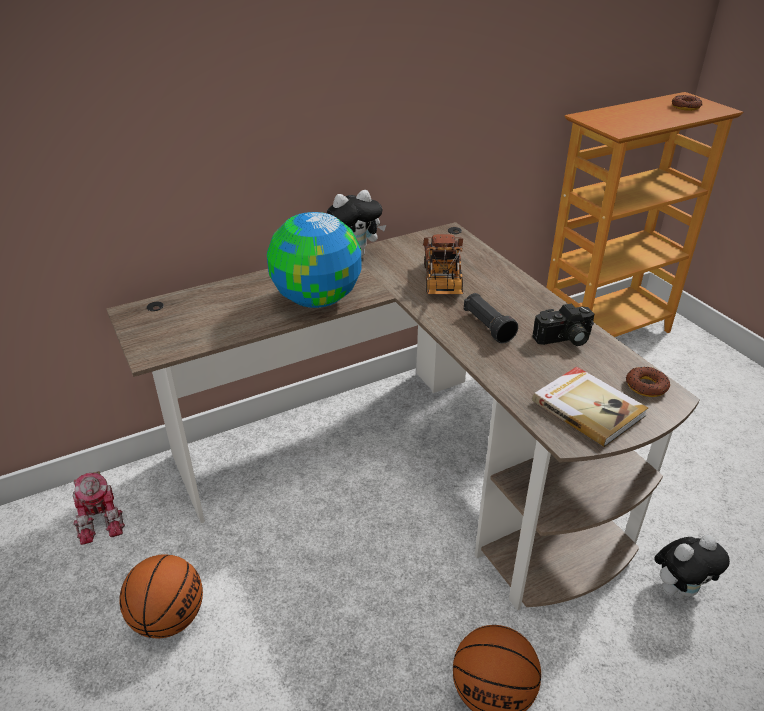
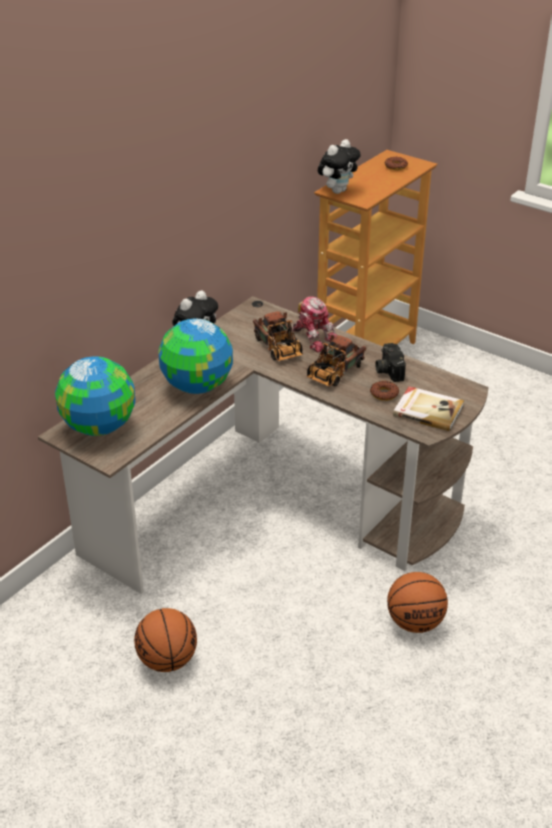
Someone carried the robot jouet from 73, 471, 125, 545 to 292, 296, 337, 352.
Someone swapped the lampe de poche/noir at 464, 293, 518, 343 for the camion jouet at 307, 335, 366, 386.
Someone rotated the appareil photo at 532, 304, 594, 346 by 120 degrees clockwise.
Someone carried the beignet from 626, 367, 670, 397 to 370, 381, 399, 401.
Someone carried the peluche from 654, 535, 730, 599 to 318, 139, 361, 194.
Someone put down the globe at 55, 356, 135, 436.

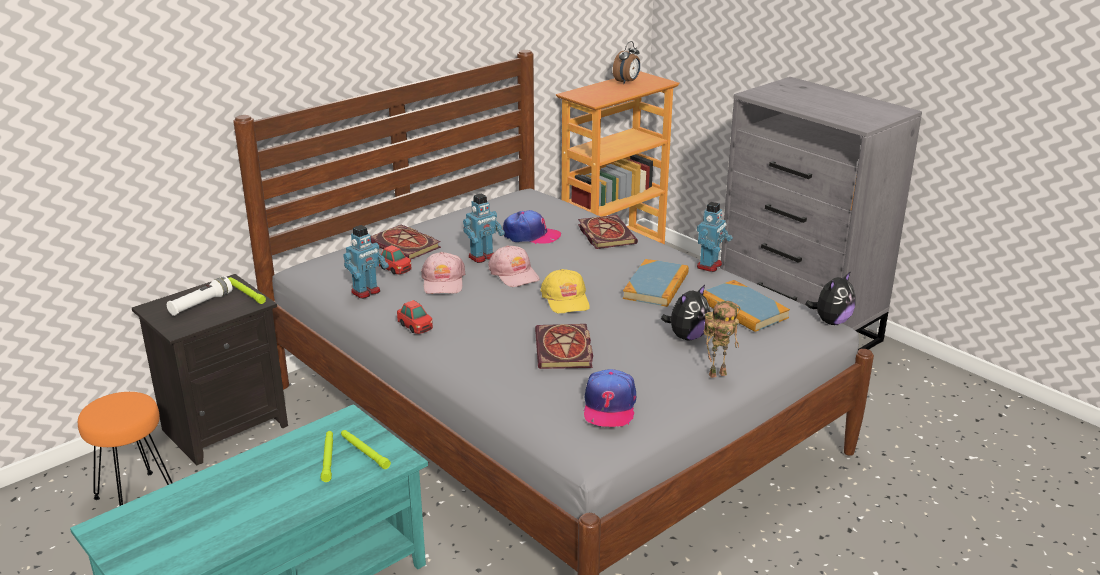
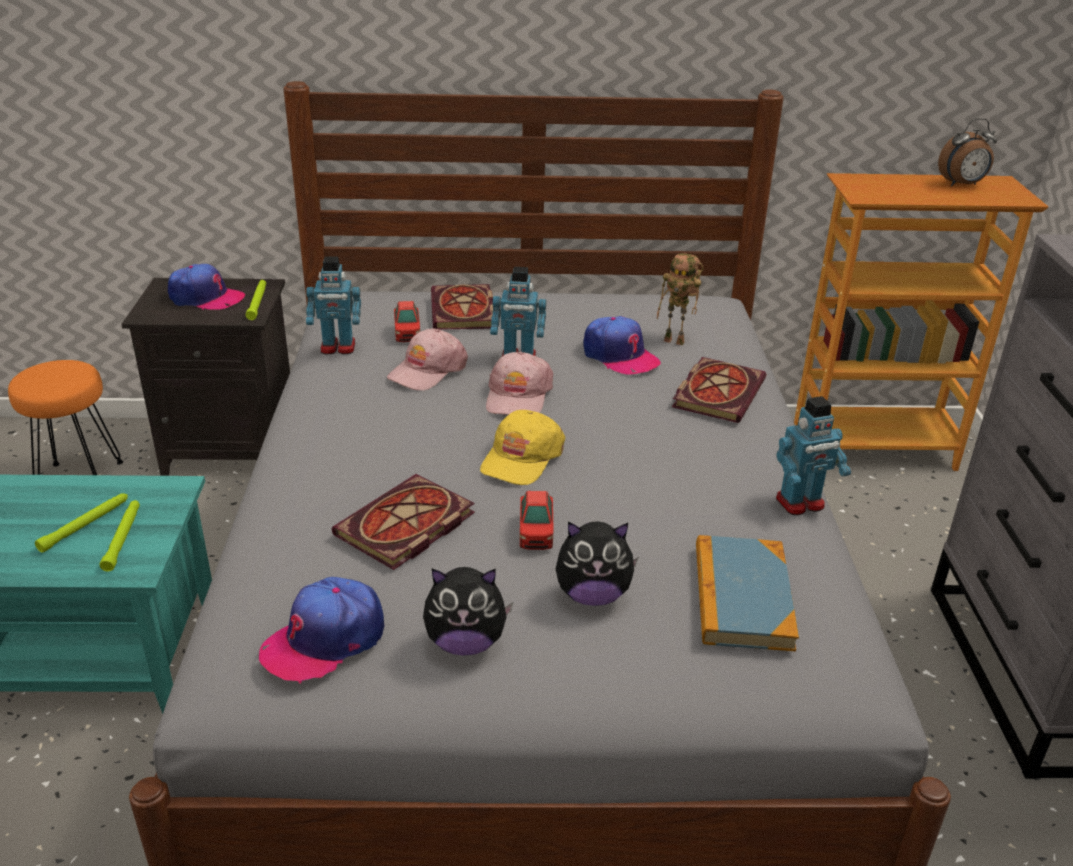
Someone swapped the lampe de poche/blanc at 167, 276, 232, 316 for the casquette at 168, 264, 245, 310.
Someone carried the petite voiture from 397, 300, 433, 334 to 520, 491, 553, 550.
Someone took away the livre at 623, 259, 689, 307.
Someone carried the robot jouet from 704, 301, 741, 378 to 657, 253, 704, 345.
Someone carried the peluche from 805, 271, 855, 325 to 423, 567, 513, 656.

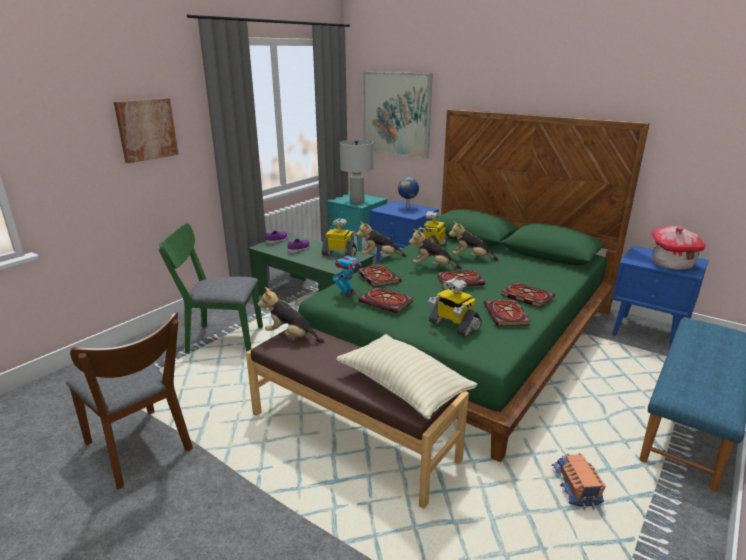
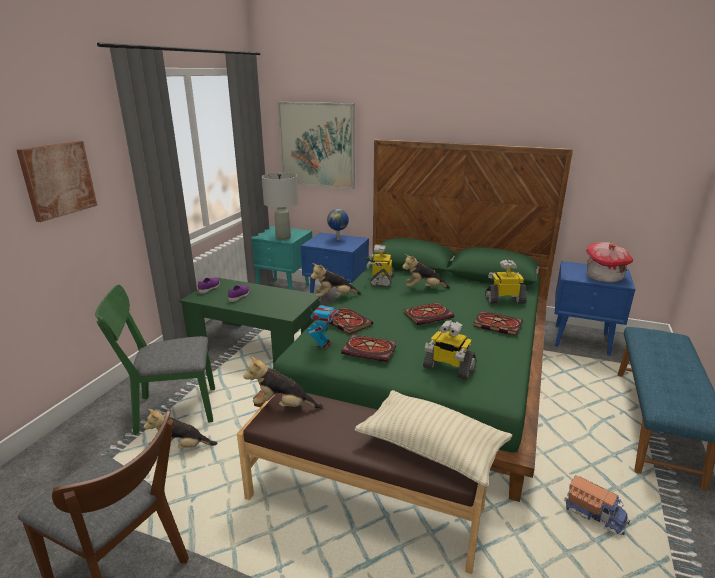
Someone carried the robot jouet from 322, 218, 357, 257 to 485, 260, 527, 304.
Someone carried the peluche from 409, 228, 461, 269 to 144, 409, 218, 448.
Someone took away the livre at 484, 300, 530, 326.
Someone rotated the camion jouet at 551, 453, 606, 510 by 150 degrees clockwise.

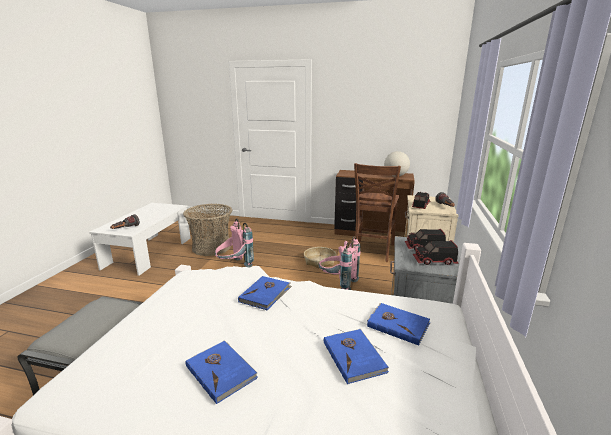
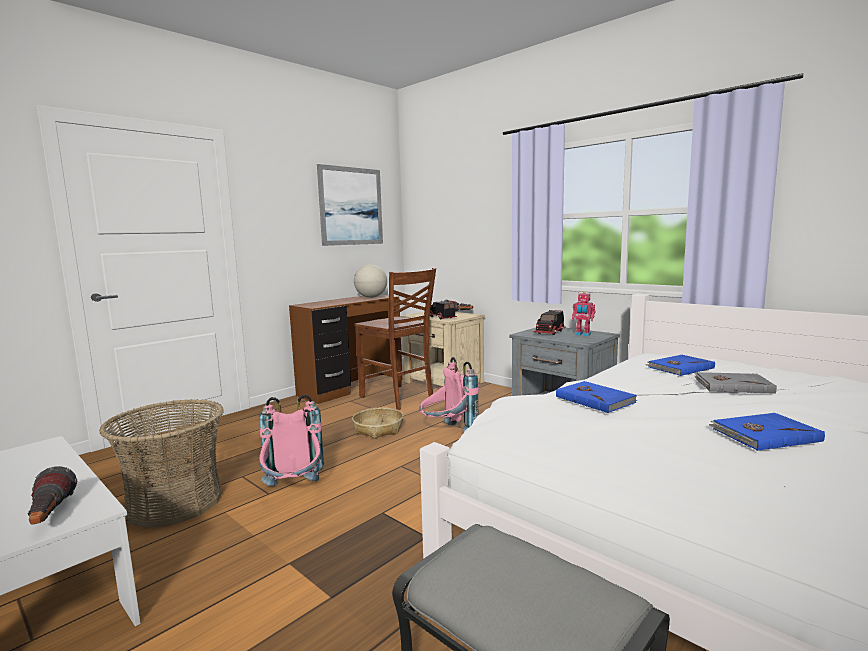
Someone repainted the livre/bleu at 324, 329, 389, 384, which became the livre/gris at 694, 372, 777, 394.
Someone swapped the camion jouet at 413, 240, 458, 265 for the robot jouet at 572, 292, 595, 336.
Someone put up the tableau at 317, 164, 383, 246.

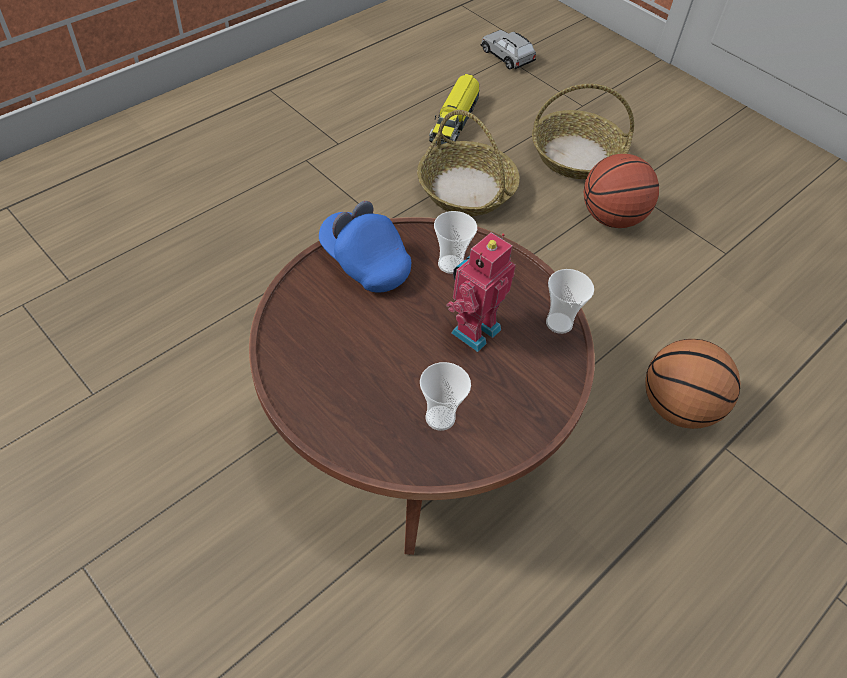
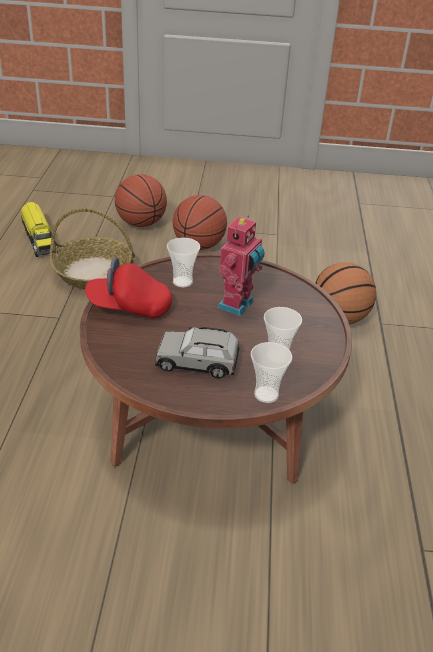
Someone repainted the casquette/bleu at 319, 201, 411, 293, which became the casquette/rouge at 85, 257, 172, 318.
Someone rotated the robot jouet at 447, 232, 516, 352 by 150 degrees counterclockwise.
Someone carried the petite voiture/gris from 481, 30, 536, 69 to 155, 327, 240, 378.
Someone swapped the panier at 532, 84, 634, 179 for the ballon de basket at 115, 174, 167, 227.
Someone carried the tasse from 546, 269, 594, 334 to 251, 342, 292, 403.

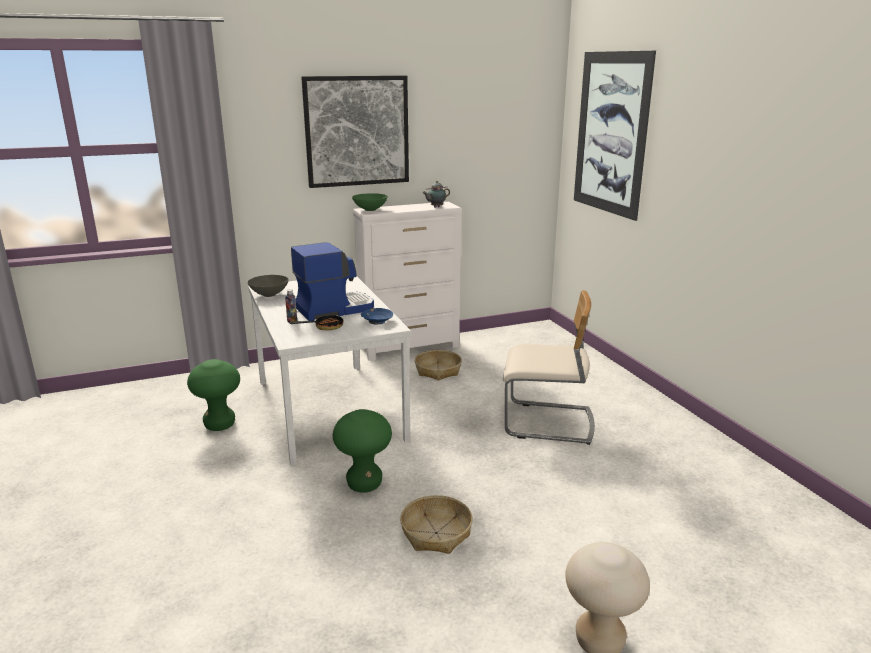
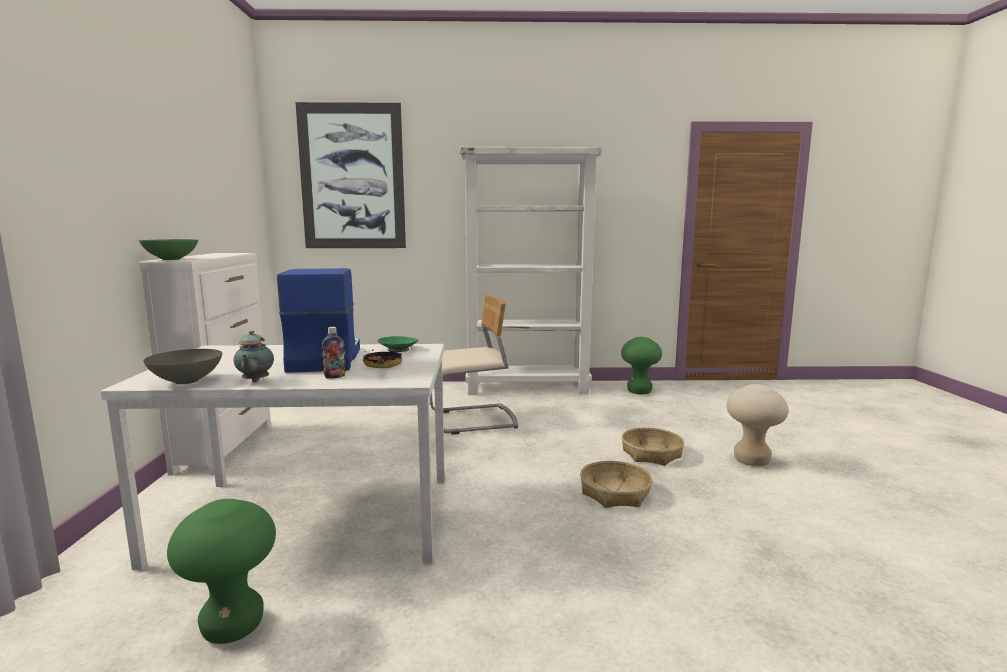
Someone took away the tableau at 301, 76, 409, 188.
Someone carried the tabouret/vert from 333, 409, 392, 493 to 621, 337, 662, 394.
Someone repainted the bol/bleu at 361, 308, 393, 324, which became the bol/vert at 378, 336, 418, 352.
Someone carried the panier from 415, 350, 462, 380 to 622, 428, 684, 466.
Someone carried the théière from 423, 181, 450, 208 to 234, 330, 274, 382.
Someone rotated the chaise/beige at 503, 291, 595, 445 by 45 degrees clockwise.
Someone put down the bibliothèque/blanc at 460, 147, 602, 395.

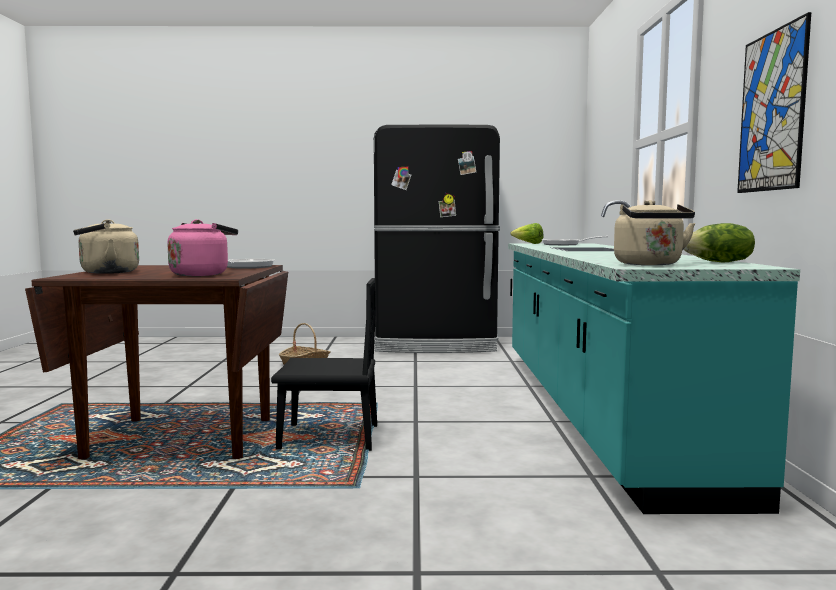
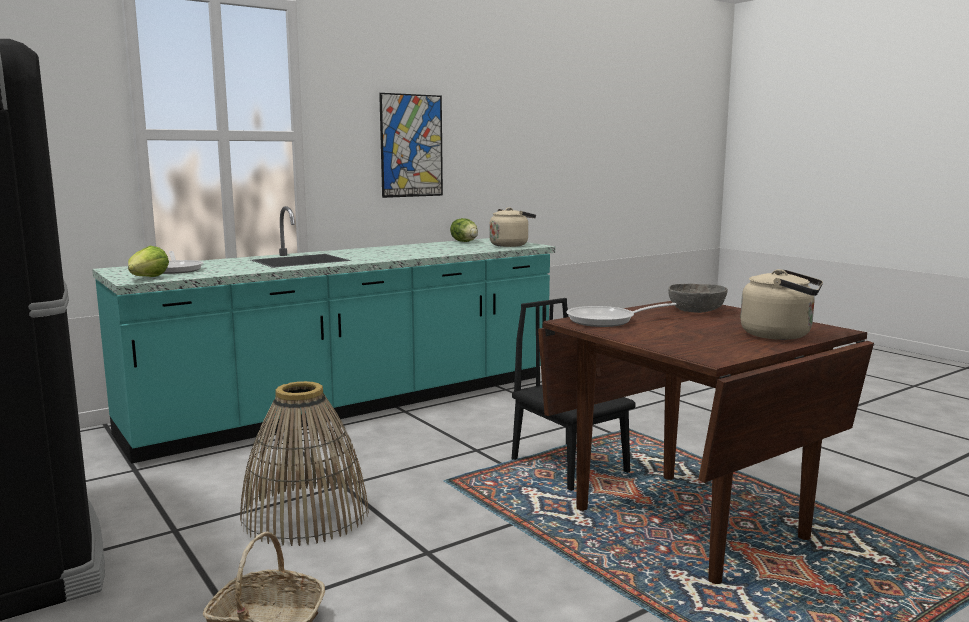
Someone swapped the bouilloire/rose at 167, 219, 238, 276 for the bol/gris at 668, 284, 728, 313.
Someone put down the panier at 240, 381, 369, 546.

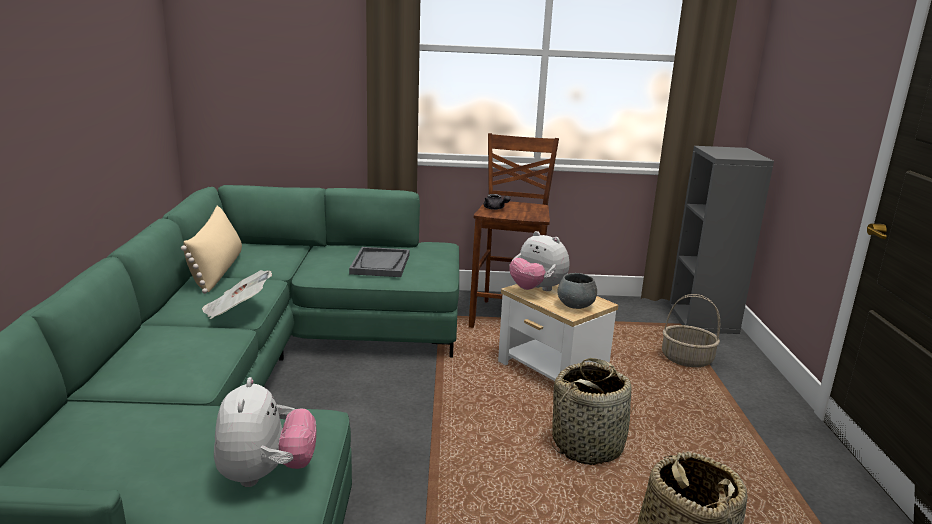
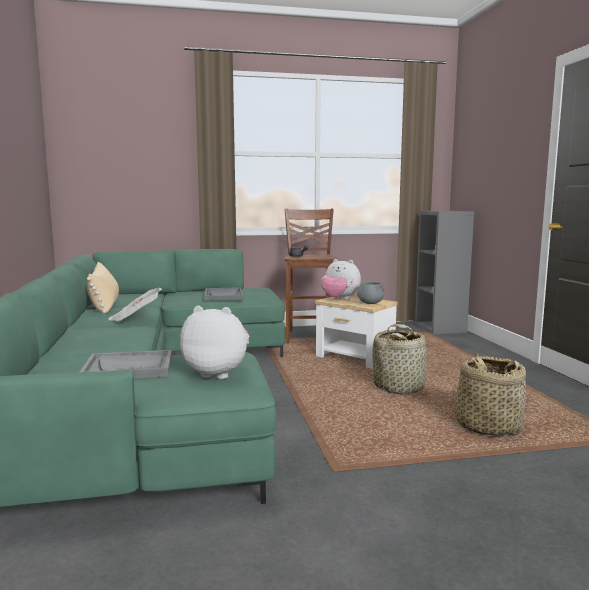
Someone rotated the peluche at 214, 377, 316, 487 by 60 degrees counterclockwise.
Someone took away the panier at 662, 294, 720, 367.
Someone put down the plateau/gris at 80, 350, 172, 378.

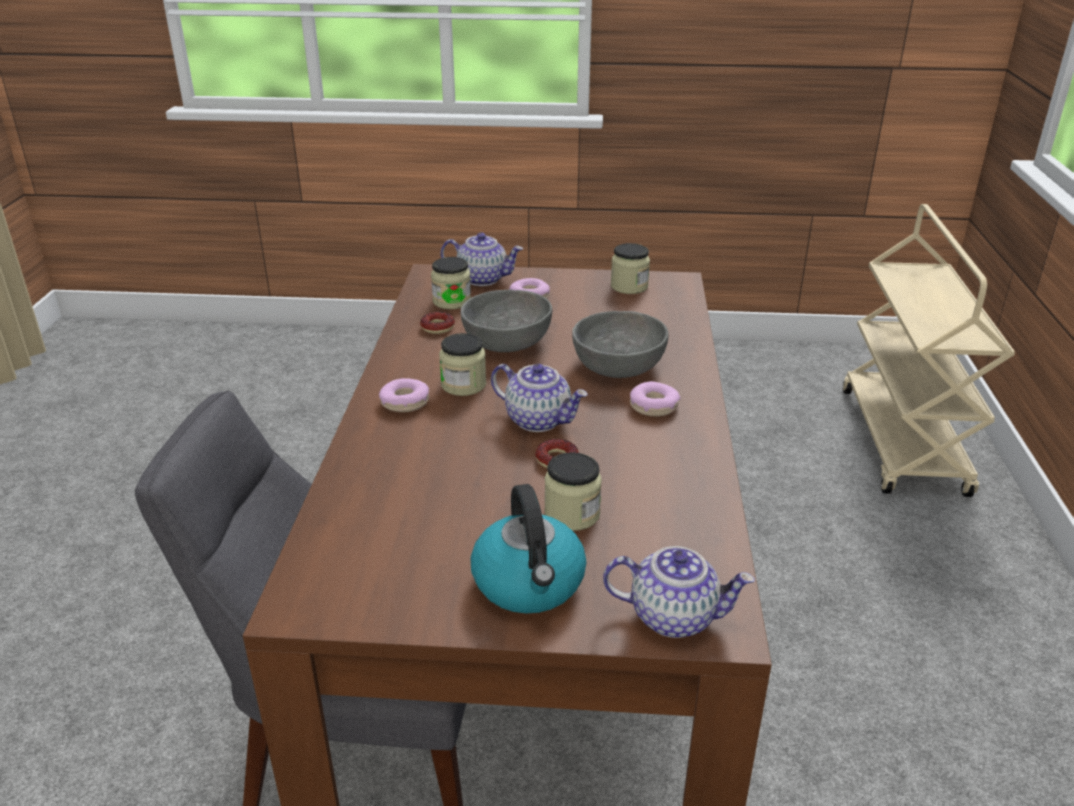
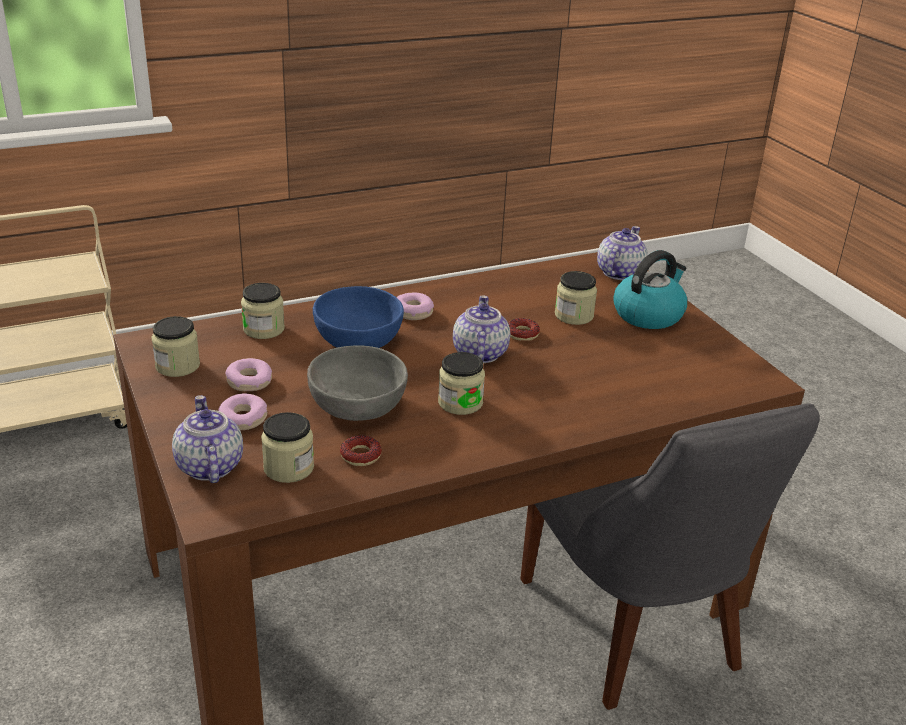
Someone carried the beignet from 379, 378, 429, 412 to 226, 358, 272, 391.
Someone repainted the bol/gris at 572, 311, 669, 378, which became the bol/bleu at 313, 286, 404, 348.
Someone rotated the théière at 603, 546, 755, 638 by 45 degrees clockwise.
Someone put down the bocal at 241, 283, 285, 339.

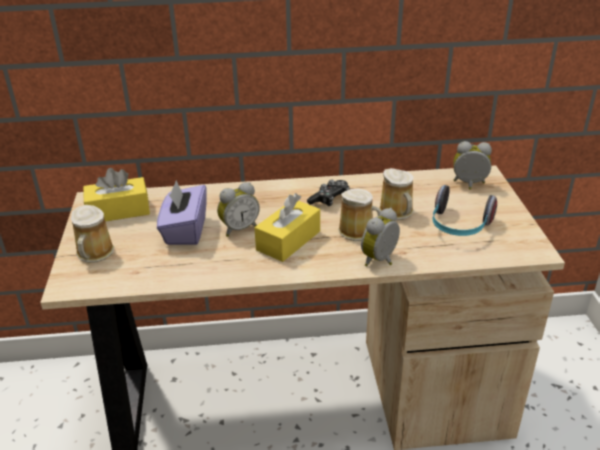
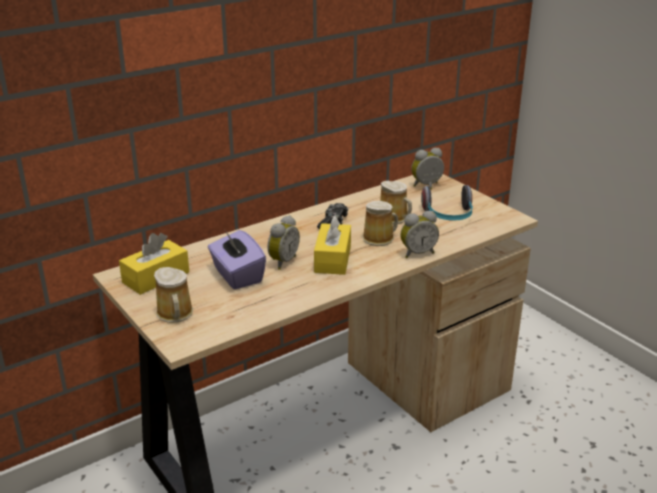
Someone rotated the réveil at 361, 208, 400, 267 by 120 degrees counterclockwise.

